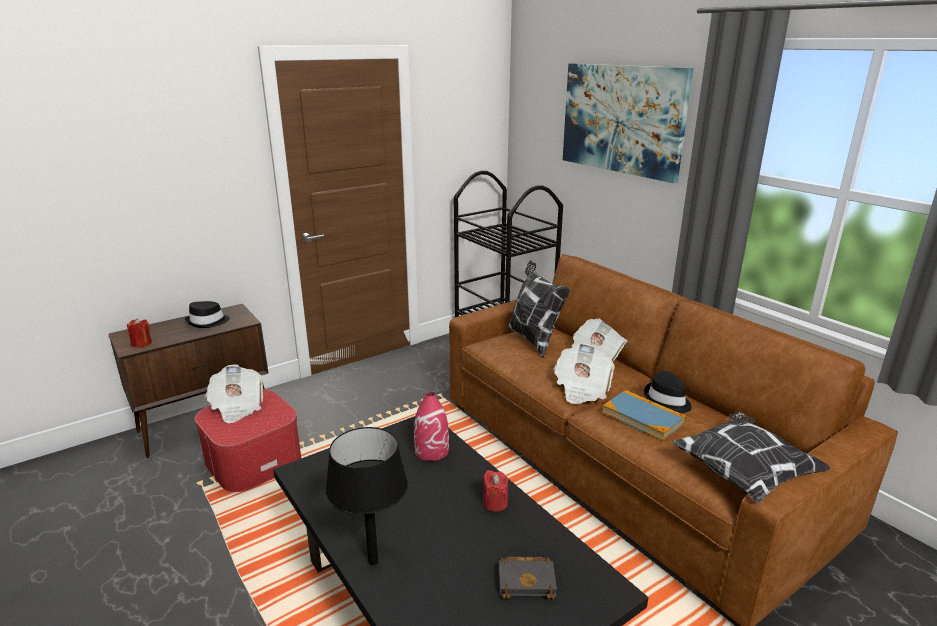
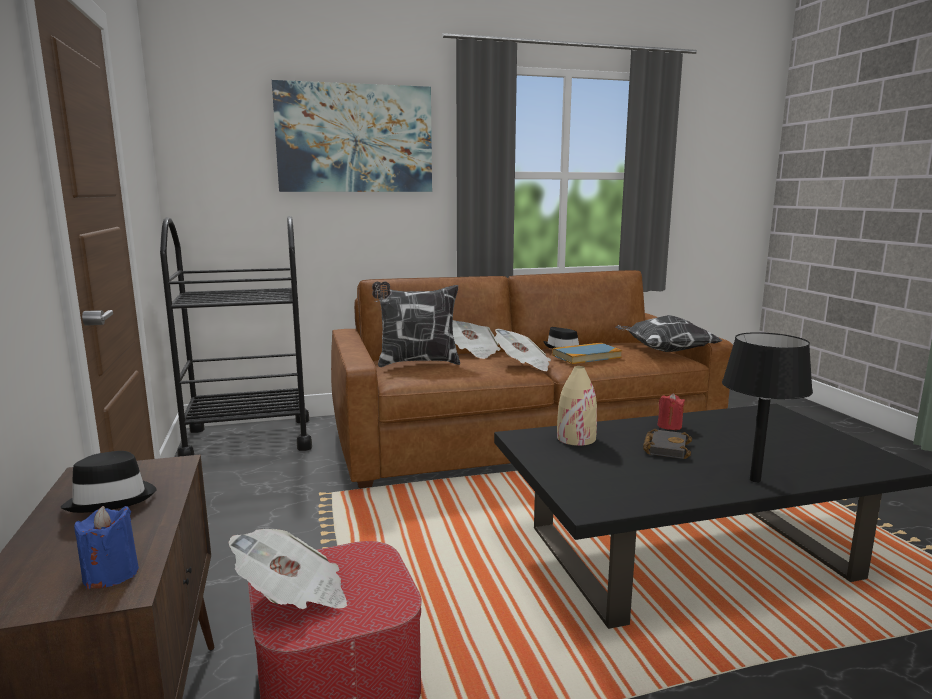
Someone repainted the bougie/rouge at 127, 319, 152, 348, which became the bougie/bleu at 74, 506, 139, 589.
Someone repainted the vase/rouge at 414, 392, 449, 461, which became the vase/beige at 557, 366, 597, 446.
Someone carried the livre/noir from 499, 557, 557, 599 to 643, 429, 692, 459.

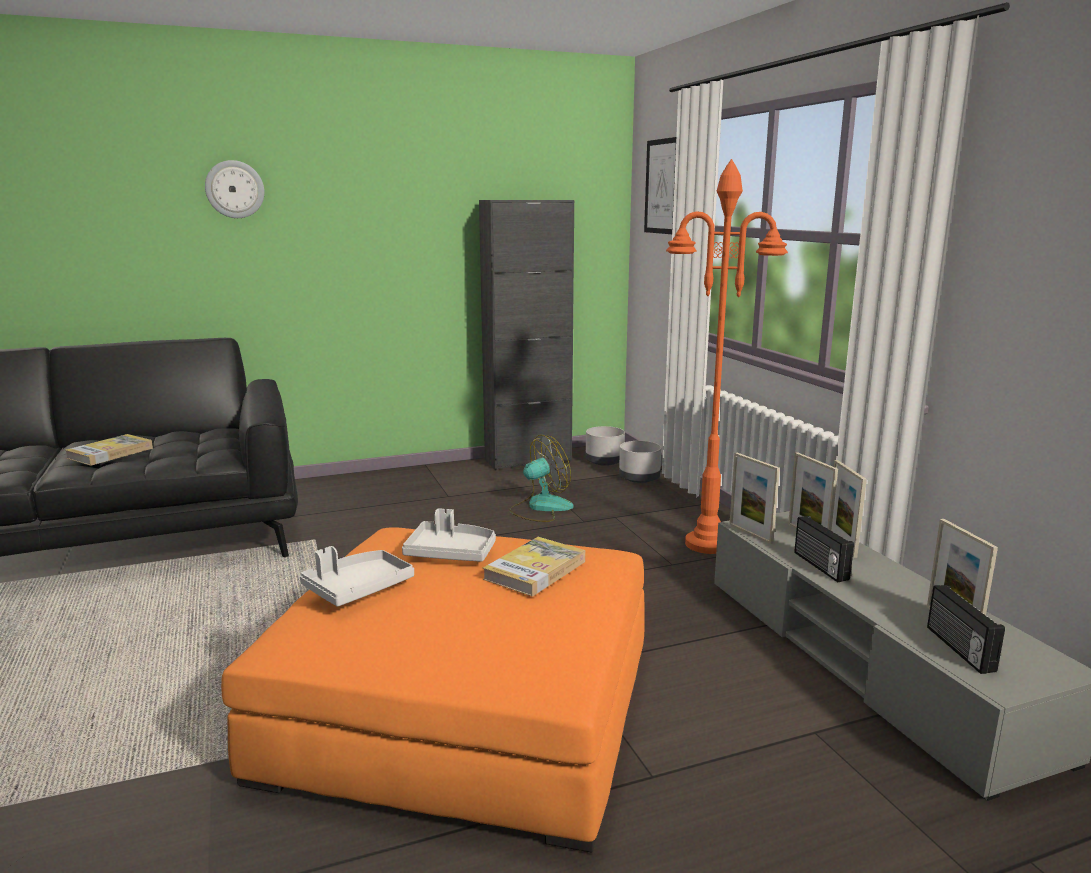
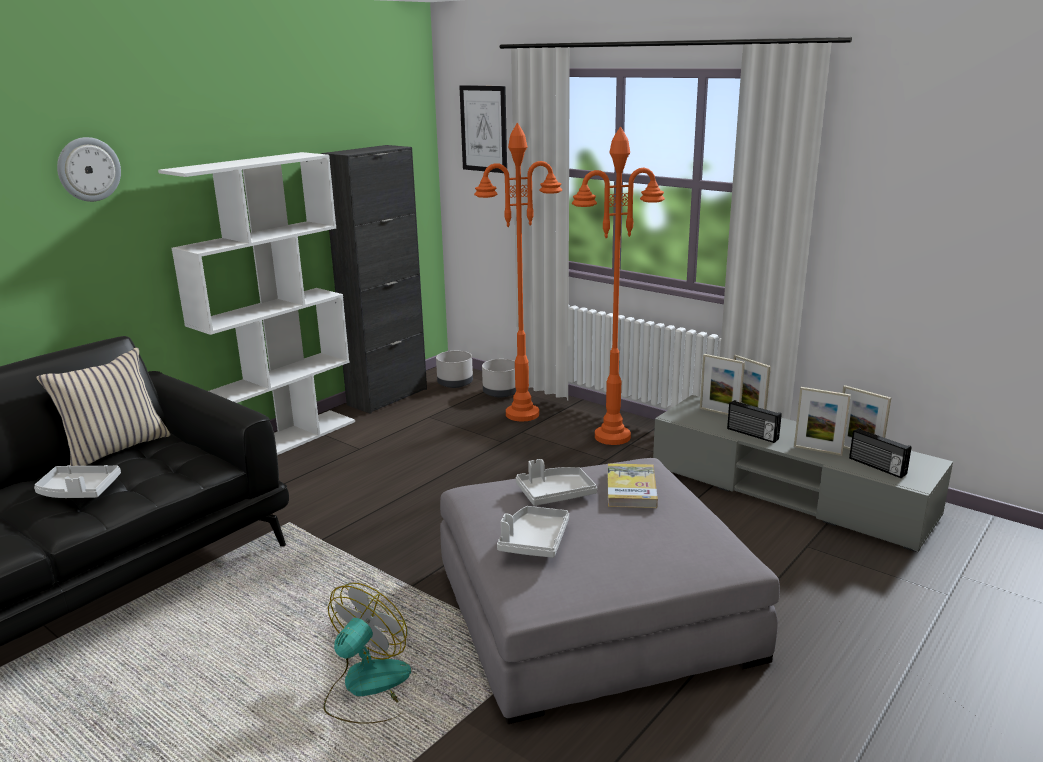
Someone swapped the livre at 66, 434, 153, 466 for the plateau/gris at 34, 465, 121, 498.
Someone repainted the pouf/orange at 221, 527, 645, 853, which became the pouf/gris at 440, 458, 780, 724.
Someone carried the ventilateur from 509, 435, 573, 522 to 324, 583, 411, 724.
Someone carried the cadre photo from 729, 453, 780, 544 to 794, 387, 851, 456.
Someone put down the coussin/beige at 36, 347, 171, 466.
Someone put down the bibliothèque/blanc at 158, 152, 355, 455.
Someone put down the lampadaire/orange at 474, 123, 562, 421.

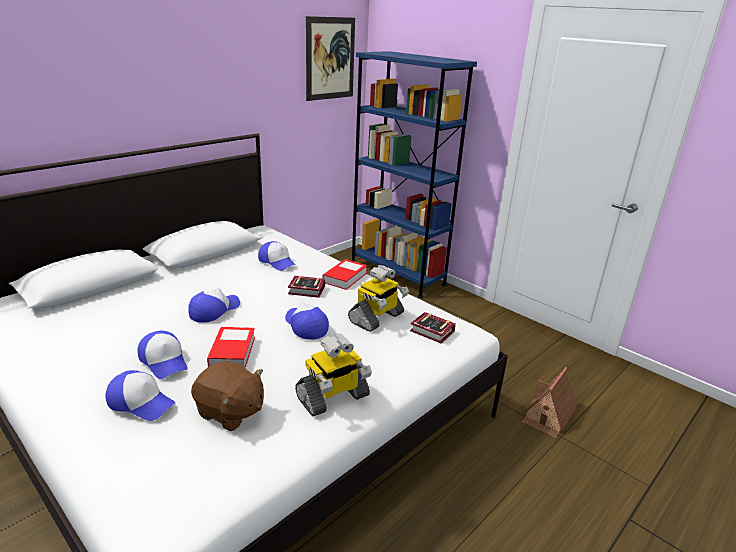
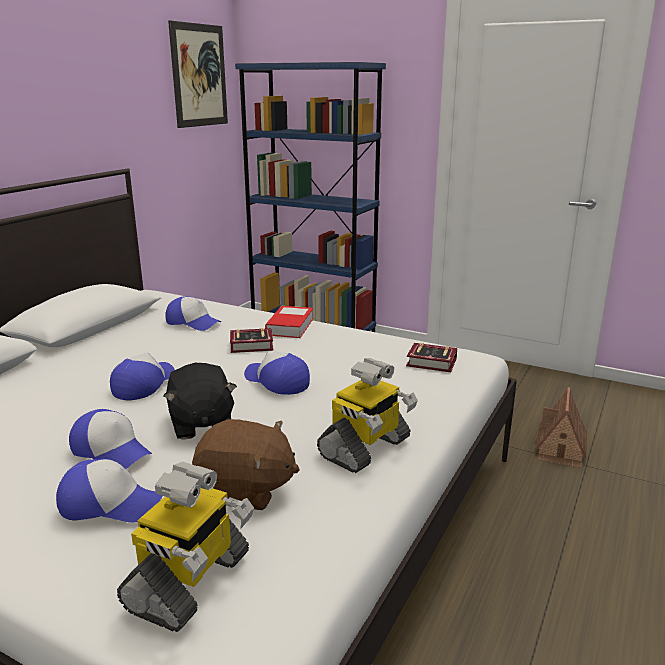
Someone swapped the livre at 207, 327, 255, 368 for the peluche/noir at 164, 363, 237, 440.
Someone carried the robot jouet from 348, 265, 409, 332 to 117, 462, 254, 632.

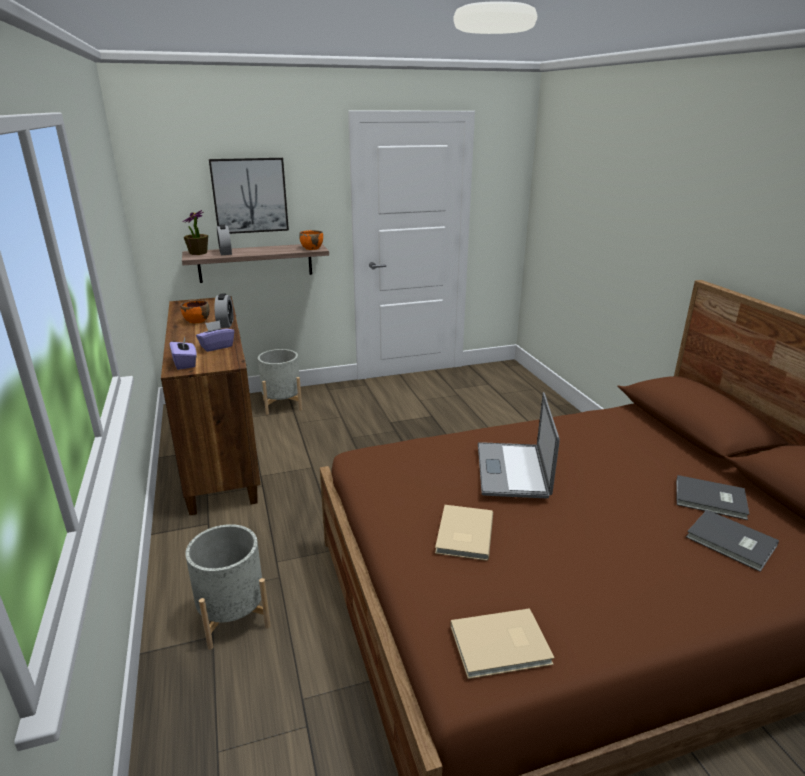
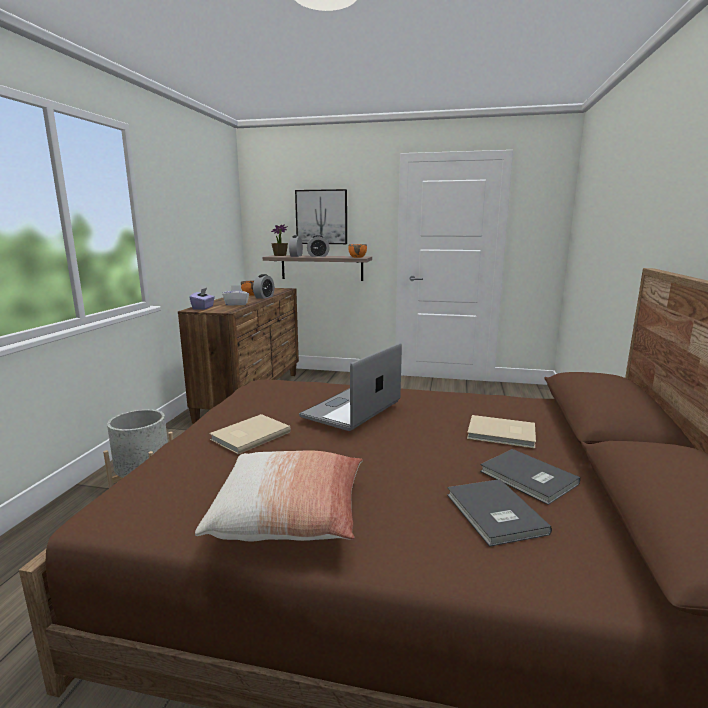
Someone repainted the boîte à mouchoirs/violet at 196, 320, 234, 352, which became the boîte à mouchoirs/blanc at 222, 285, 249, 306.
Someone took away the cache-pot/gris at 258, 349, 302, 415.
Someone carried the livre/beige from 450, 608, 555, 679 to 467, 415, 536, 448.
Someone put down the coussin at 195, 451, 363, 541.
Someone put down the réveil at 307, 235, 330, 257.

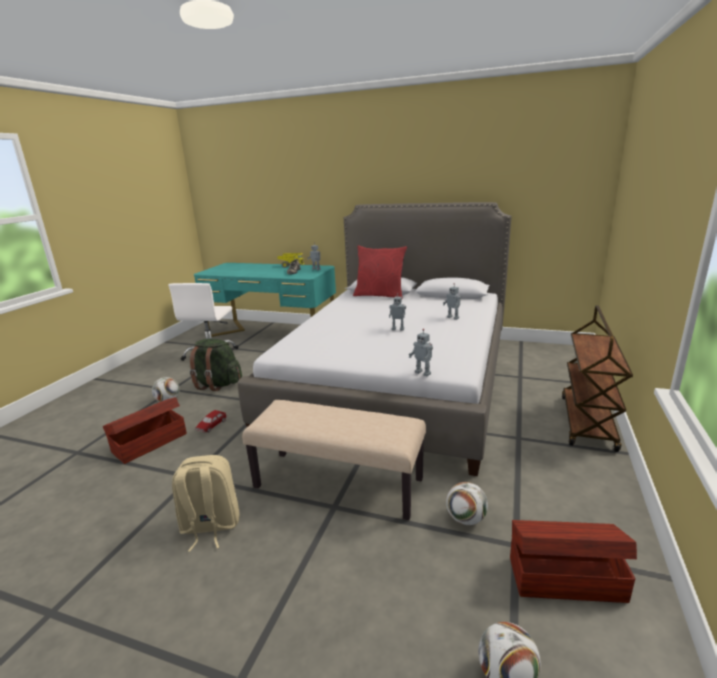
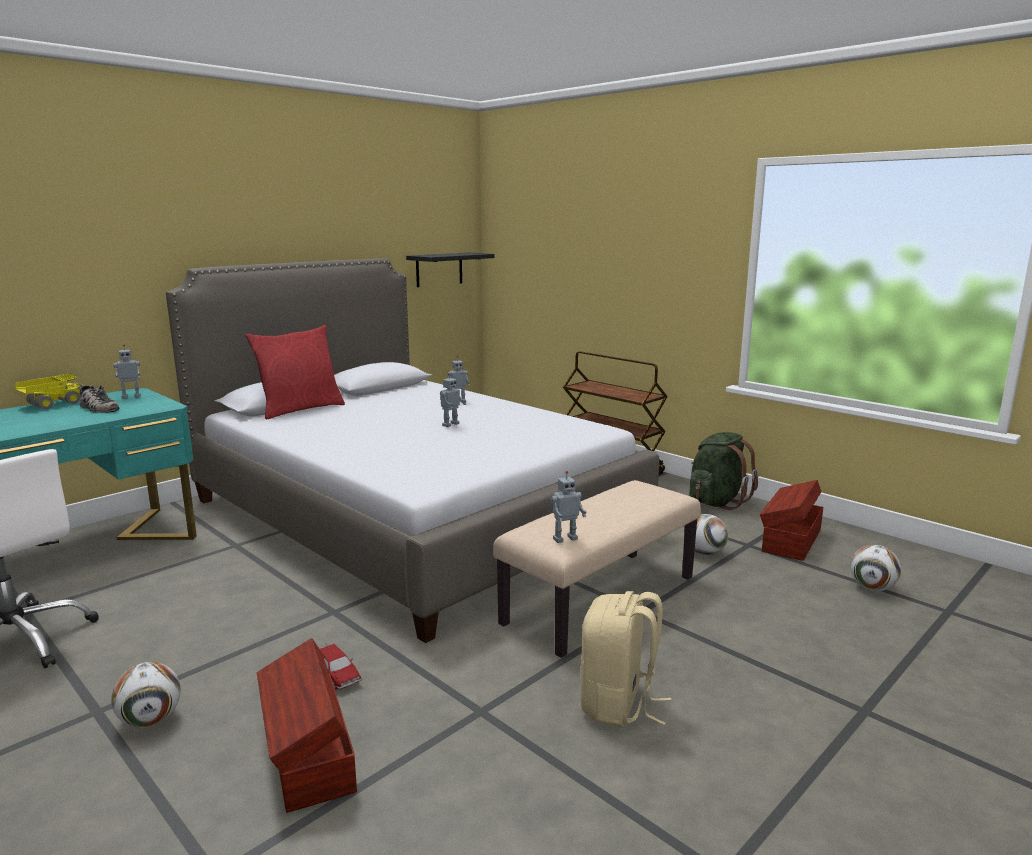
Someone carried the sac à dos/vert from 189, 339, 242, 391 to 689, 432, 758, 510.
Someone carried the robot jouet from 409, 329, 433, 376 to 551, 471, 586, 543.
Someone put up the étagère/noir at 406, 252, 495, 287.

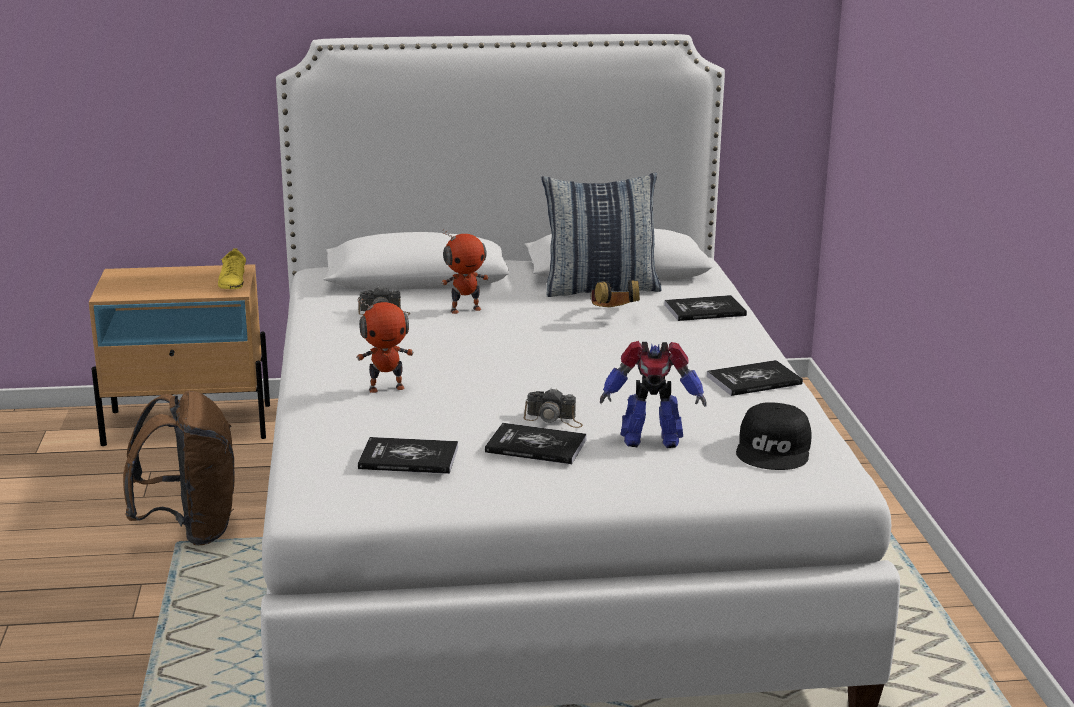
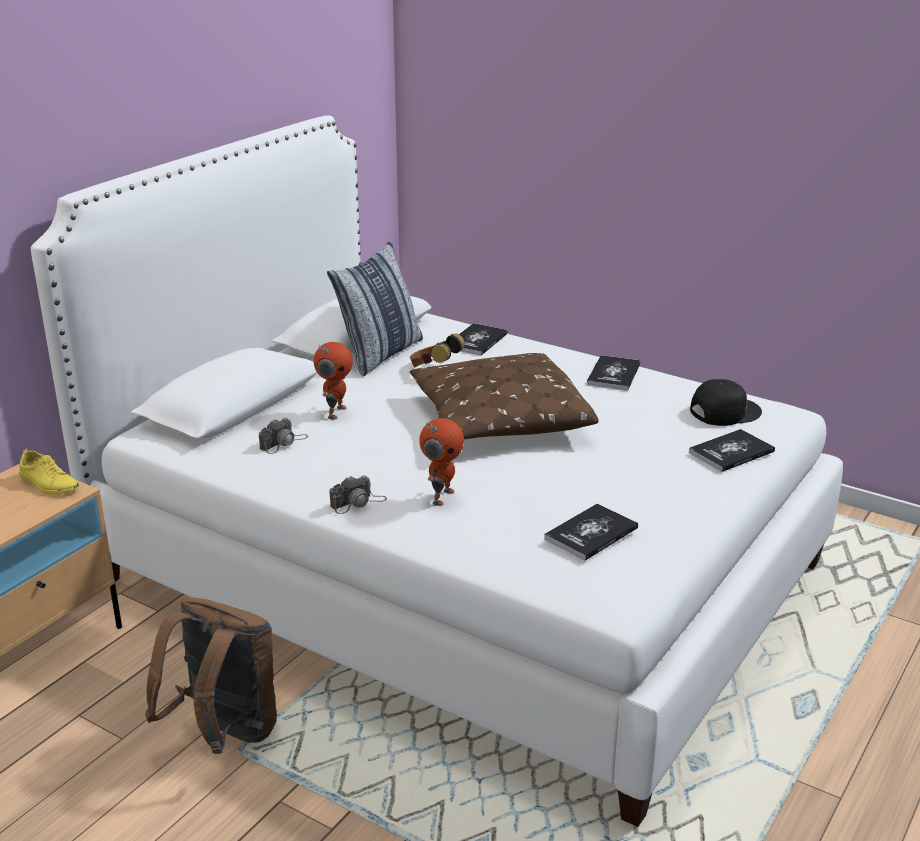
Someone carried the livre from 485, 423, 587, 464 to 688, 429, 775, 472.
Someone carried the appareil photo from 524, 388, 583, 428 to 329, 475, 387, 514.
Someone took away the robot jouet at 600, 341, 707, 448.
Someone rotated the casquette/noir at 736, 403, 812, 470 by 75 degrees counterclockwise.
Someone put down the coussin/marron at 410, 353, 599, 439.

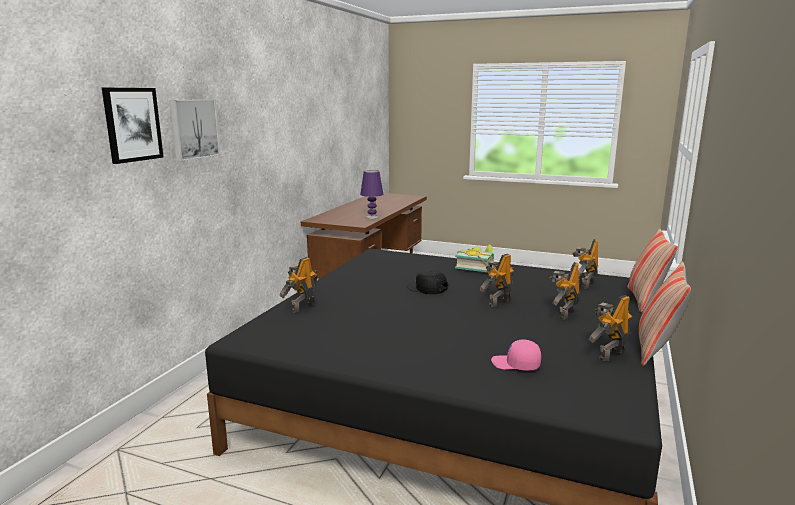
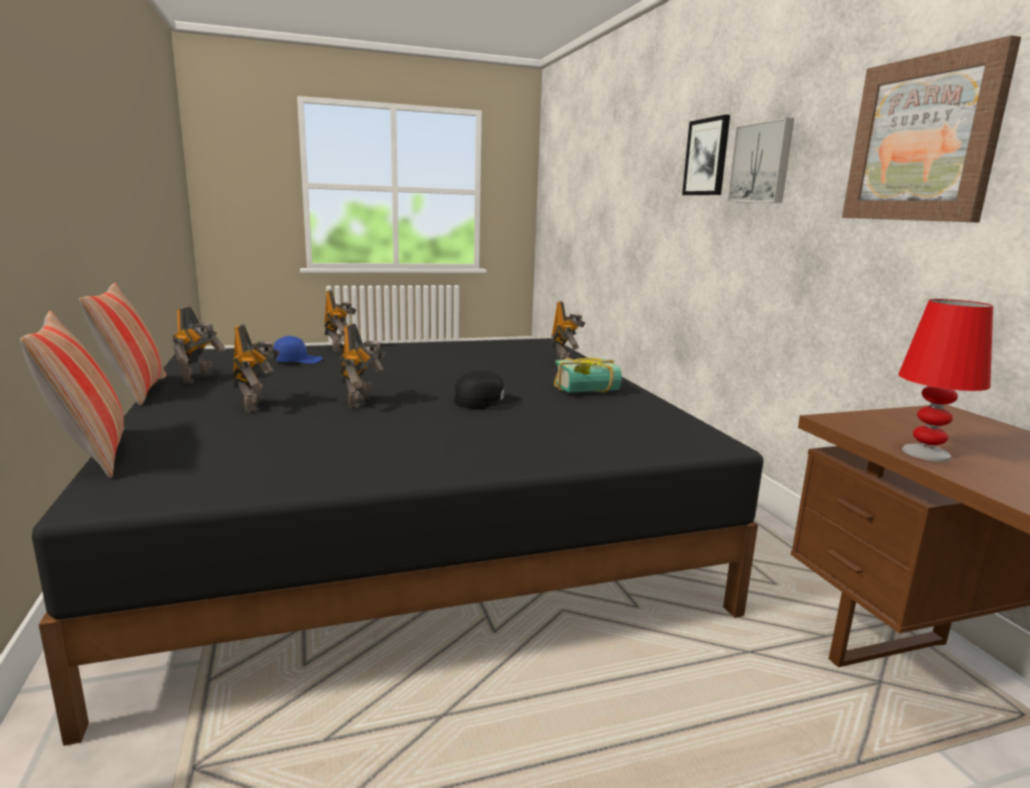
Someone repainted the lampe de table/violet at 360, 170, 384, 219, which became the lampe de table/rouge at 898, 299, 993, 462.
Someone carried the livre from 455, 244, 494, 272 to 554, 358, 622, 393.
Someone repainted the casquette/rose at 491, 339, 541, 371, which became the casquette/bleu at 274, 336, 323, 364.
Someone carried the robot jouet from 572, 239, 598, 289 to 324, 290, 356, 352.
Someone put up the tableau at 842, 35, 1021, 223.

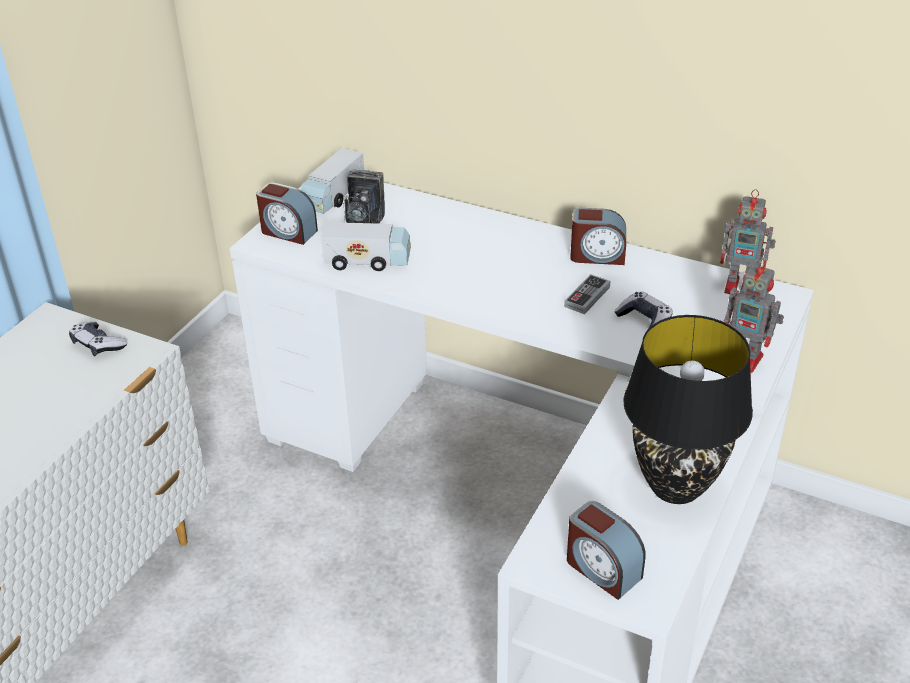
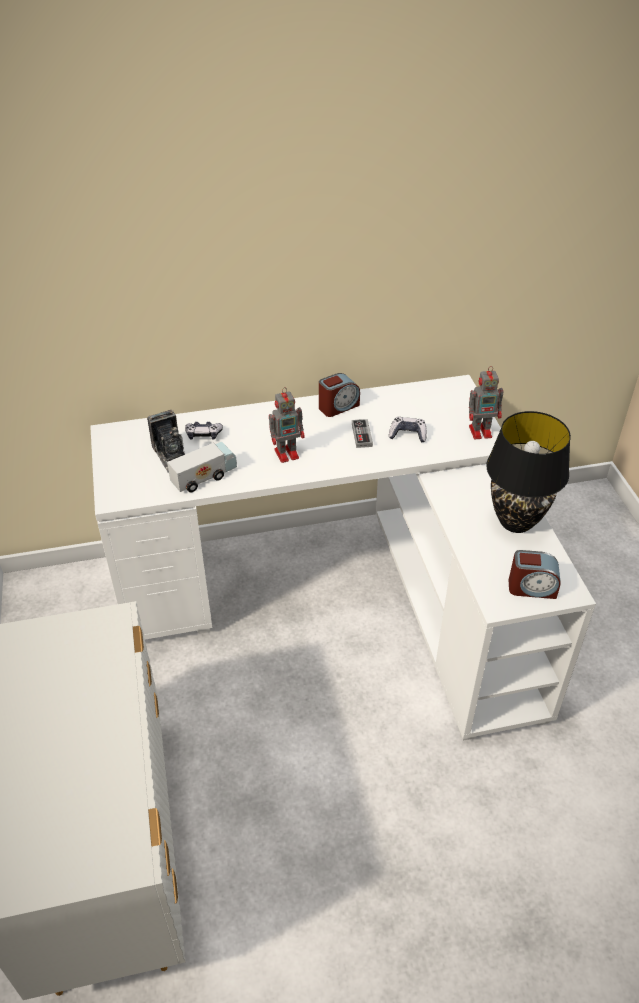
Someone carried the manette from 69, 322, 127, 356 to 185, 422, 223, 440.
Someone took away the réveil at 256, 183, 318, 245.
Someone took away the camion jouet at 301, 148, 364, 214.
Someone carried the robot jouet from 720, 189, 776, 294 to 269, 387, 305, 463.

